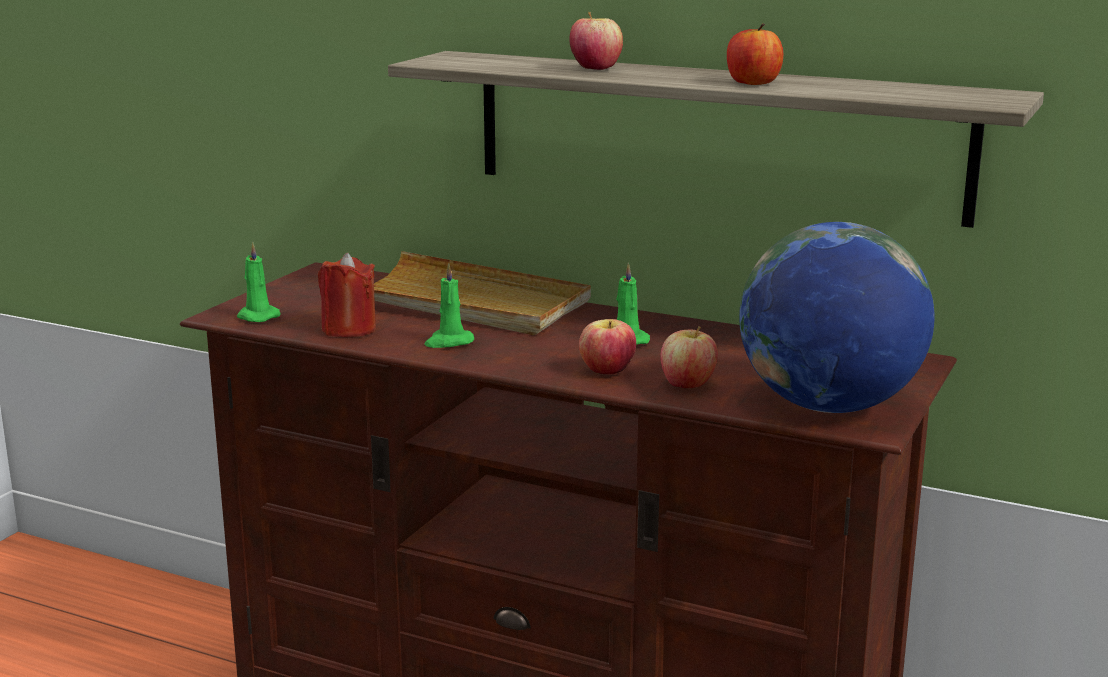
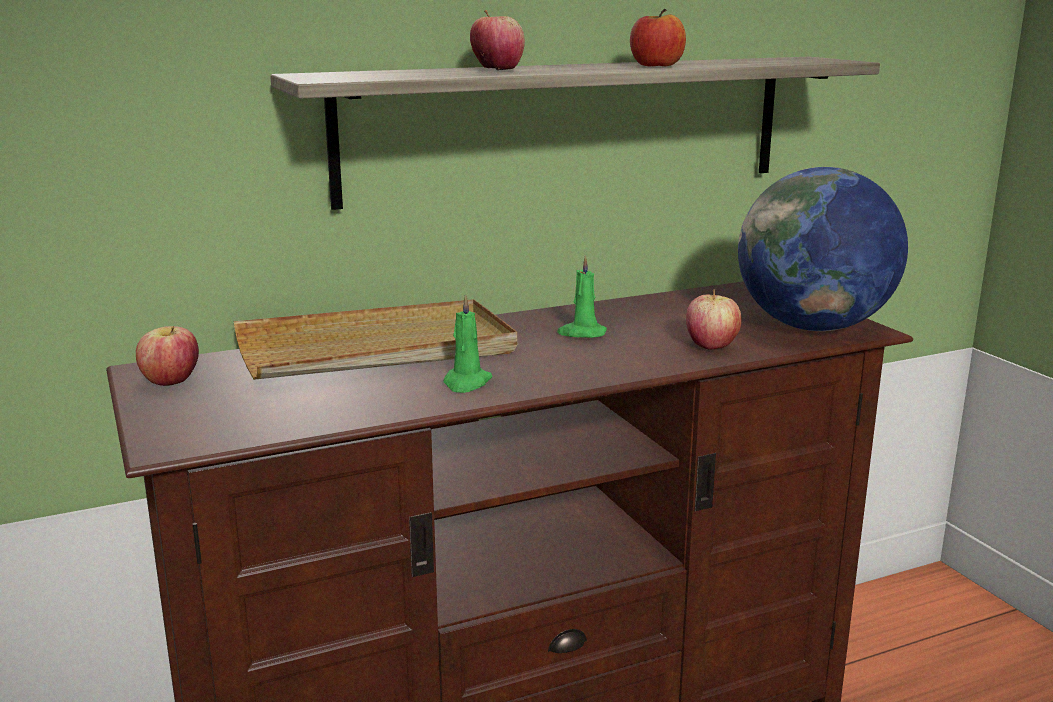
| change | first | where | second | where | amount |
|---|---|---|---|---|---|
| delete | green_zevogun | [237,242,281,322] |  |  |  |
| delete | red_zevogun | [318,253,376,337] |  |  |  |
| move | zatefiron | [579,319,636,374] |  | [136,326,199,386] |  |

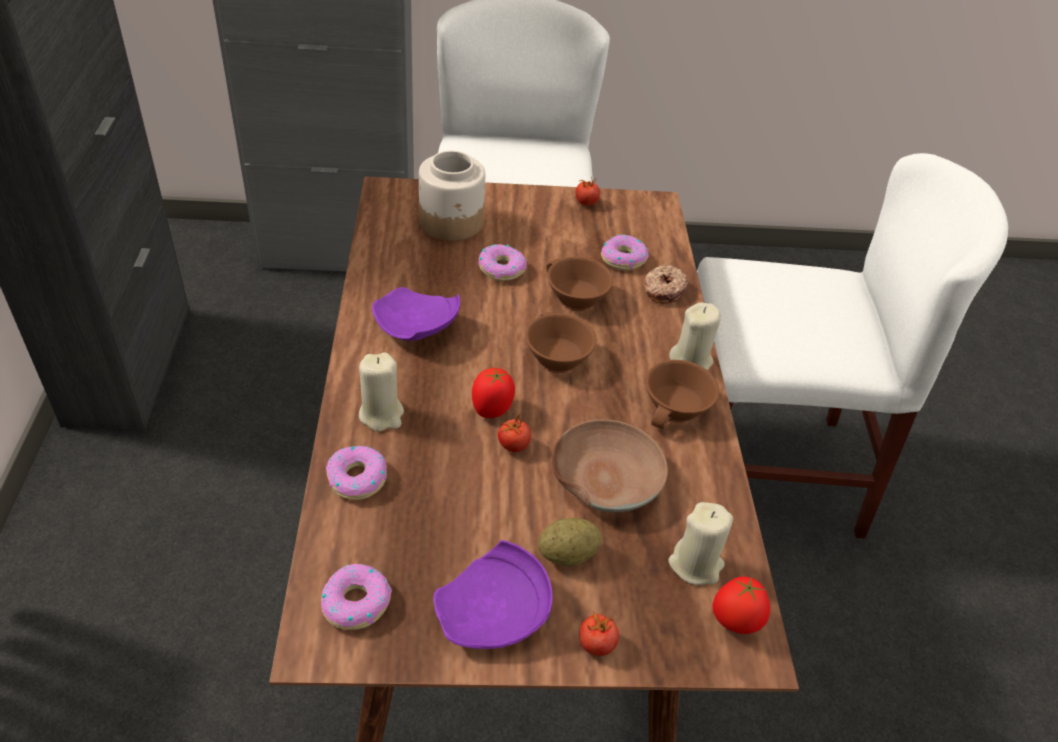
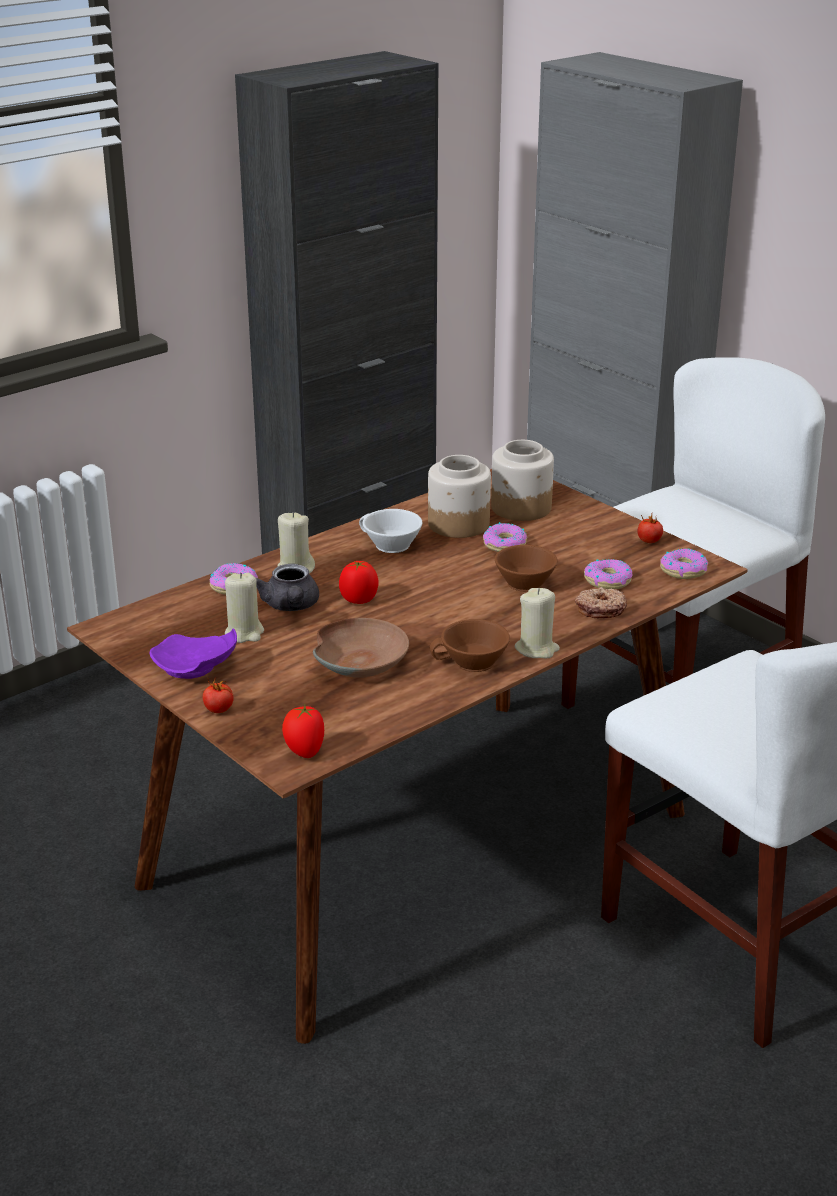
| change | first | where | second | where | amount |
|---|---|---|---|---|---|
| move | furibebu | [321,564,392,630] |  | [660,548,708,579] |  |
| replace | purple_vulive | [372,287,460,341] | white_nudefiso | [359,509,423,553] |  |
| delete | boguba | [498,413,531,452] |  |  |  |
| delete | brown_nudefiso | [525,312,596,373] |  |  |  |
| delete | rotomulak | [538,517,602,566] |  |  |  |
| move | beige_zevogun | [668,502,733,585] |  | [225,572,264,643] |  |
| insert |  |  | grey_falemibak | [256,564,319,611] |  |
| insert |  |  | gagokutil | [428,455,491,538] |  |

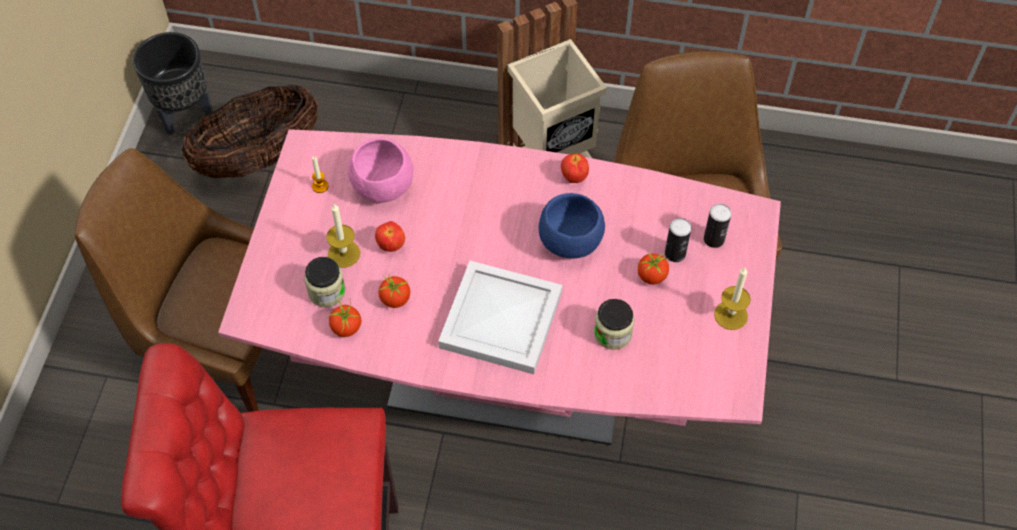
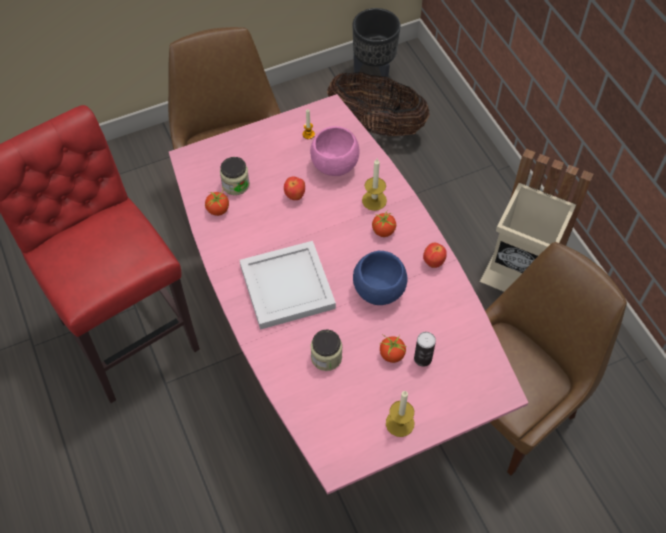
| change | first | where | second | where | amount |
|---|---|---|---|---|---|
| move | zevogun | [326,204,360,268] |  | [362,159,387,211] |  |
| move | boguba | [379,274,410,308] |  | [372,211,396,237] |  |
| delete | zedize | [704,204,731,248] |  |  |  |

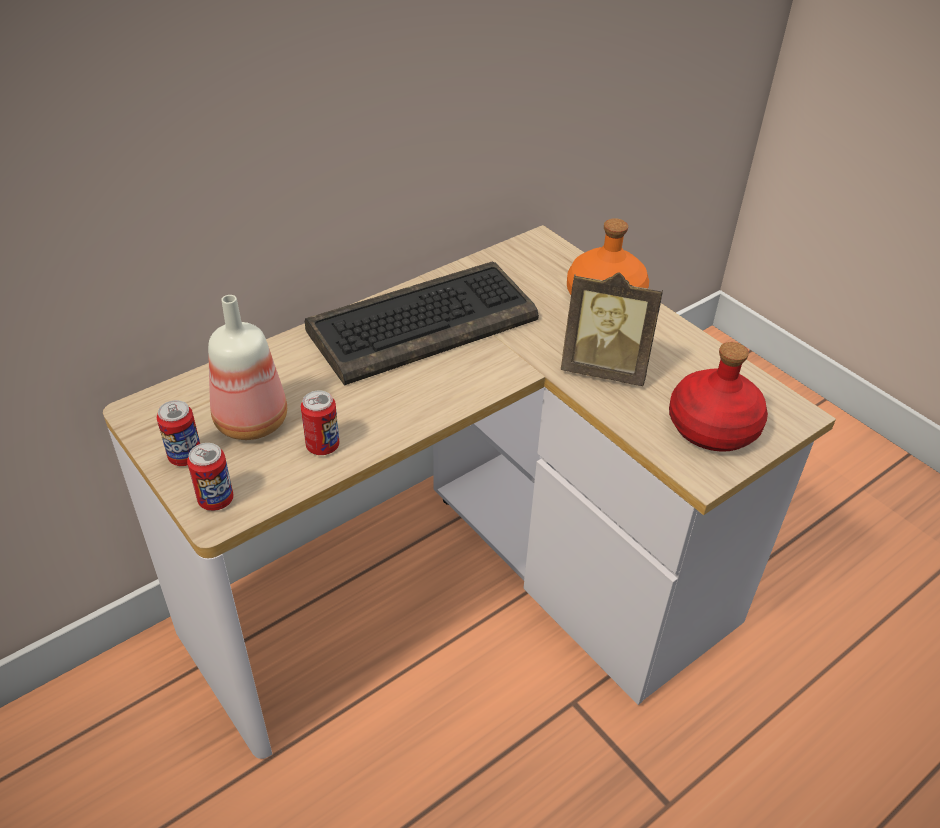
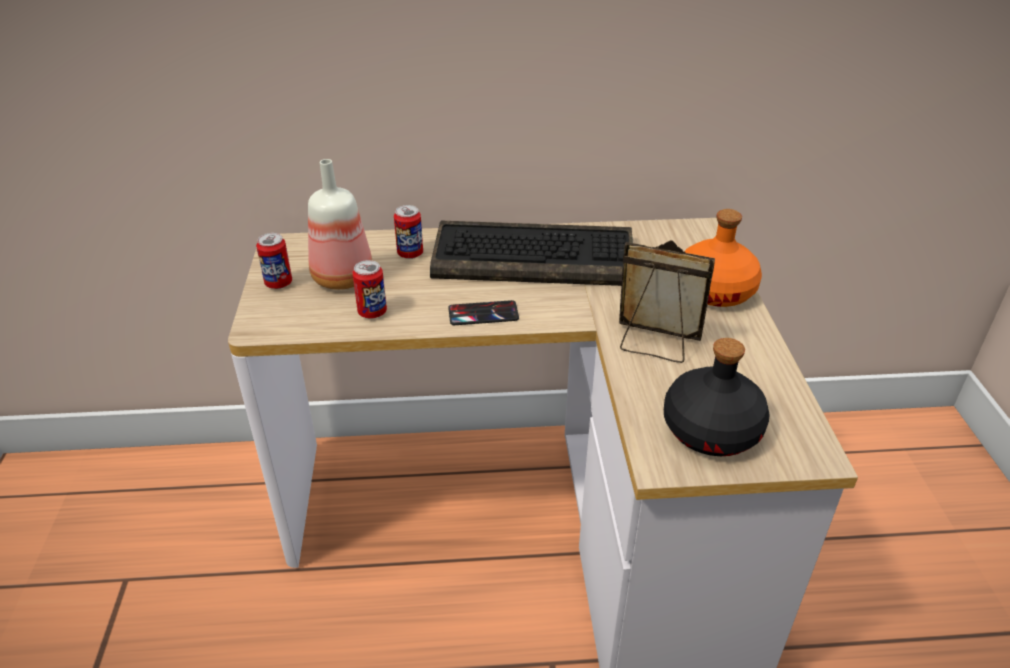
| change | first | where | second | where | amount |
|---|---|---|---|---|---|
| move | zedize | [187,443,234,511] |  | [394,205,423,259] |  |
| rotate | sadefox | [561,272,663,386] |  | [619,240,715,363] | 150 degrees clockwise |
| recolor | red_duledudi | [669,342,768,452] | black_duledudi | [664,338,770,456] |  |
| insert |  |  | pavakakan | [448,300,519,325] |  |

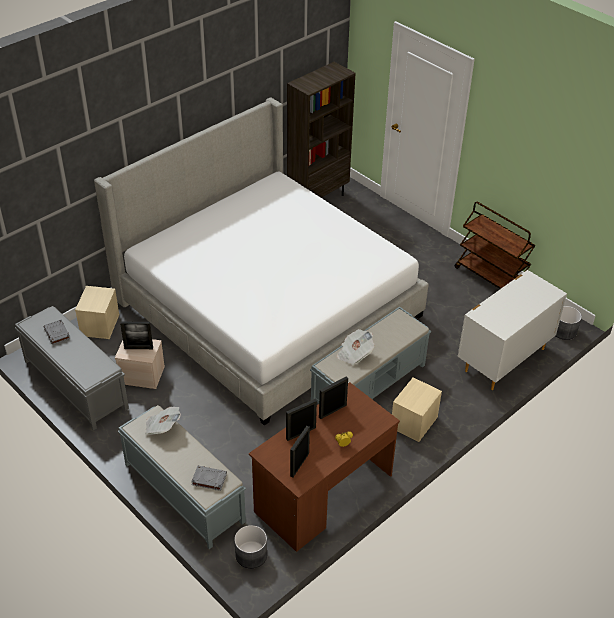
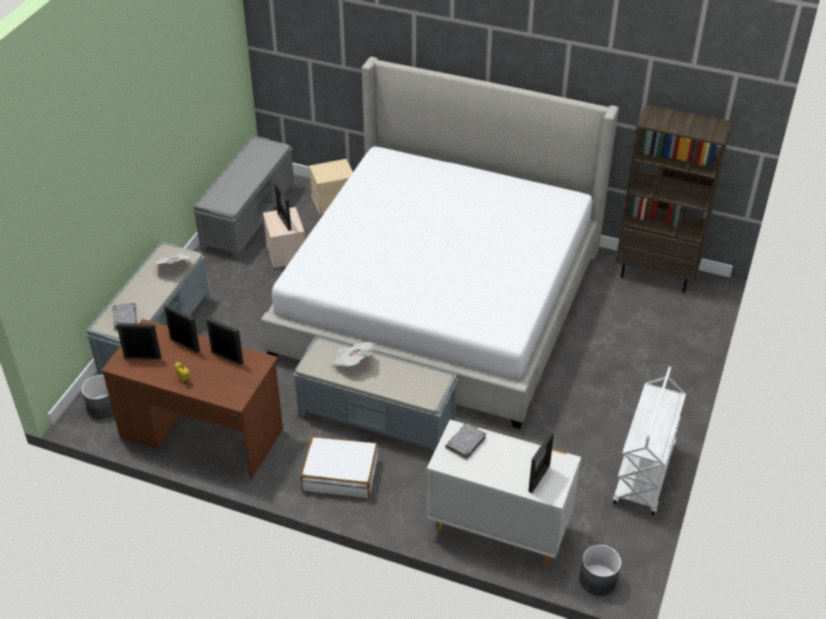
| change | first | where | second | where | amount |
|---|---|---|---|---|---|
| move | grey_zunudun | [43,320,70,345] |  | [445,423,487,460] |  |
| replace | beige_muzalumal | [392,377,442,442] | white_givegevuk | [301,437,378,498] |  |
| recolor | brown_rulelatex | [455,202,535,289] | white_rulelatex | [613,366,686,515] |  |
| insert |  |  | sadefox | [528,432,554,493] |  |

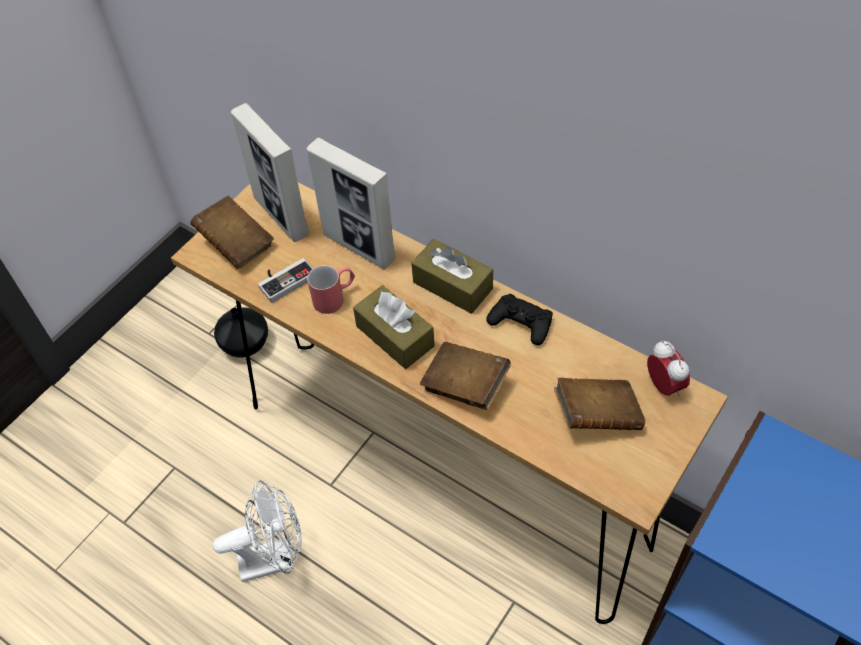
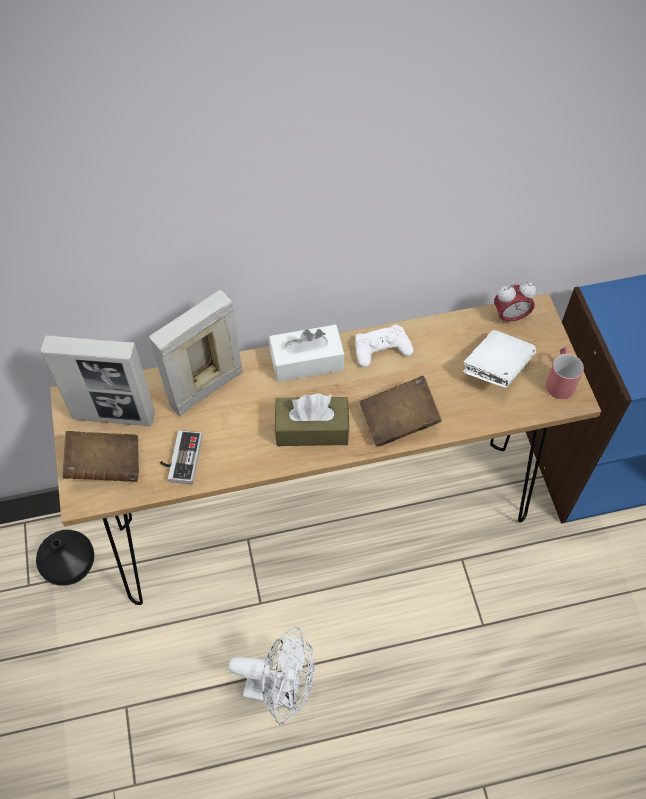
| change | first | where | second | where | amount |
|---|---|---|---|---|---|
| rotate | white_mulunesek | [213,480,302,582] |  | [229,626,314,725] | 75 degrees clockwise |
| rotate | sadefox | [307,138,396,269] |  | [149,290,243,416] | 150 degrees clockwise |
| move | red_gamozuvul | [307,265,355,314] |  | [546,347,584,399] |  |
| recolor | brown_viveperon | [411,239,493,314] | white_viveperon | [269,325,344,382] |  |
| recolor | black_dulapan | [486,294,553,345] | white_dulapan | [355,324,414,367] |  |
| recolor | brown_zunudun | [554,378,645,430] | white_zunudun | [463,330,536,388] |  |
| rotate | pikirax | [647,341,690,396] |  | [494,282,536,324] | 150 degrees clockwise |

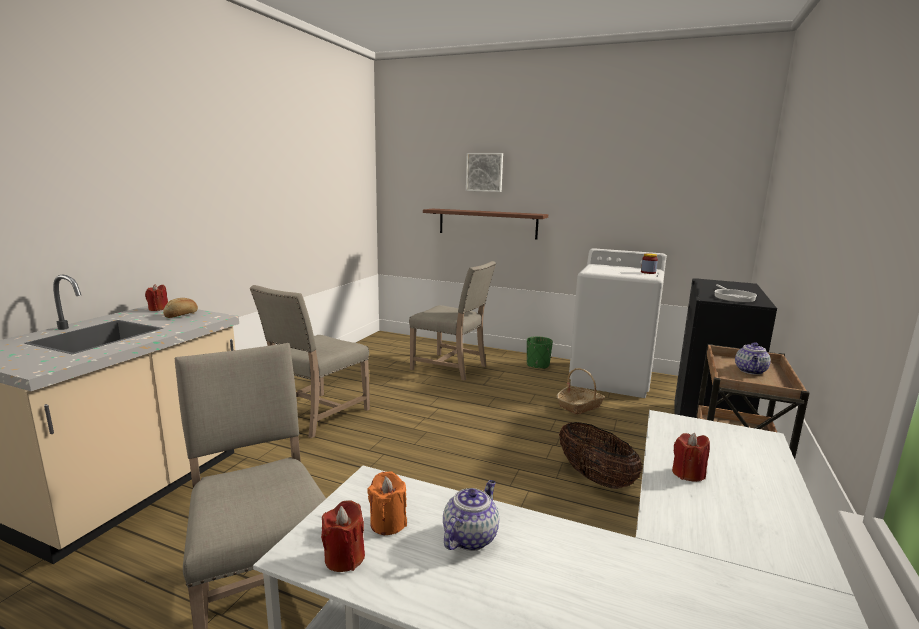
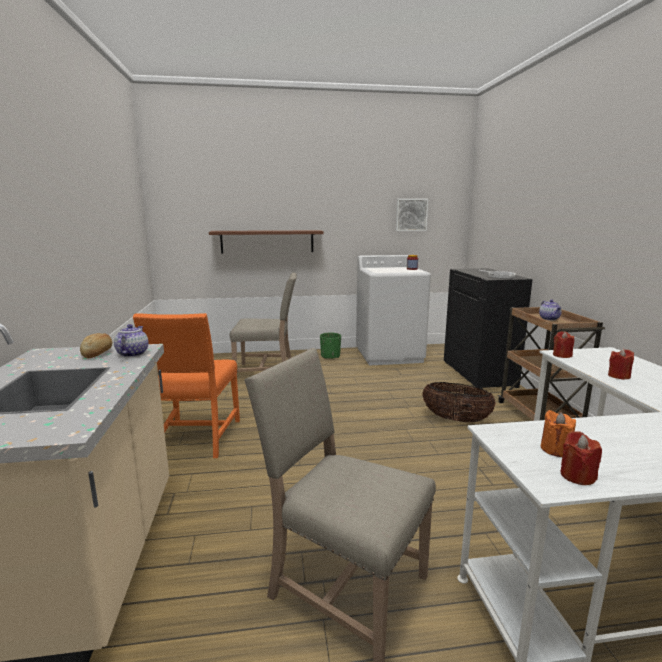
| change | first | where | second | where | amount |
|---|---|---|---|---|---|
| move | red_zevogun | [145,284,168,311] |  | [553,331,574,358] |  |
| recolor | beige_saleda | [250,285,370,438] | orange_saleda | [133,313,240,458] |  |
| move | falemibak | [443,480,499,551] |  | [114,324,148,357] |  |
| move | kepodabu | [466,153,503,192] |  | [396,199,428,231] |  |
| delete | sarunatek | [557,368,605,415] |  |  |  |

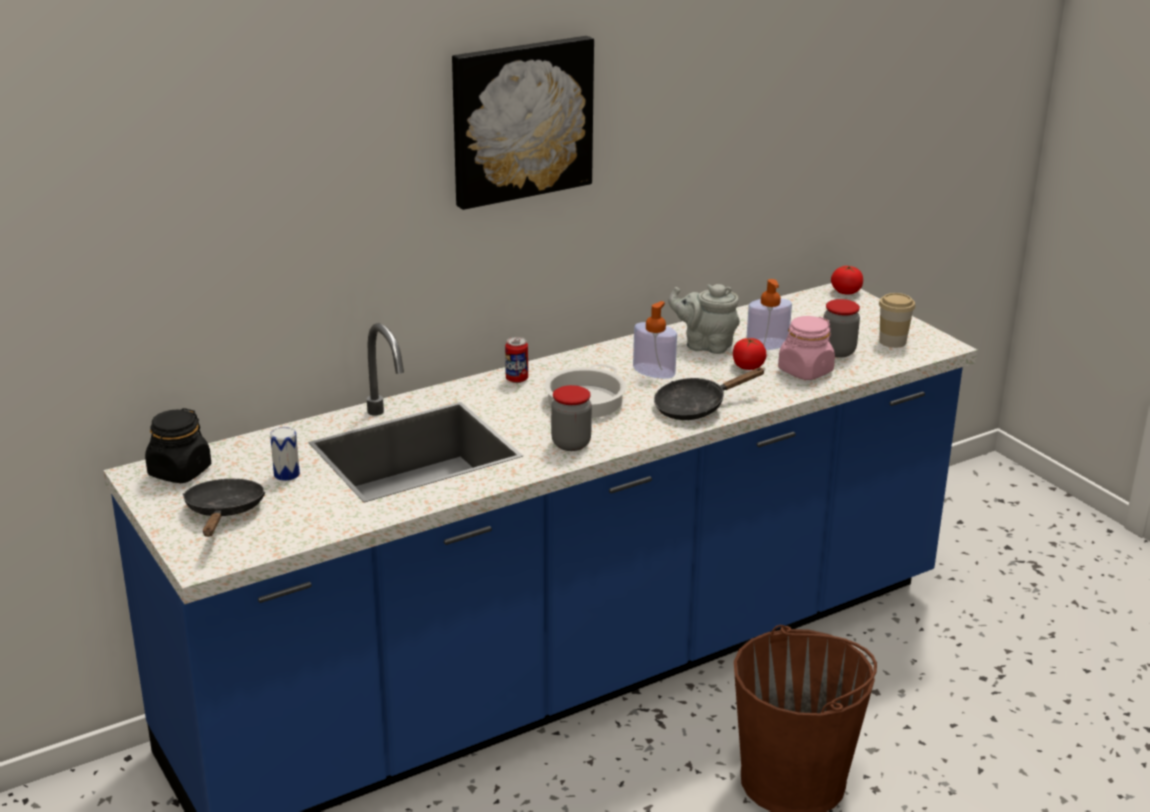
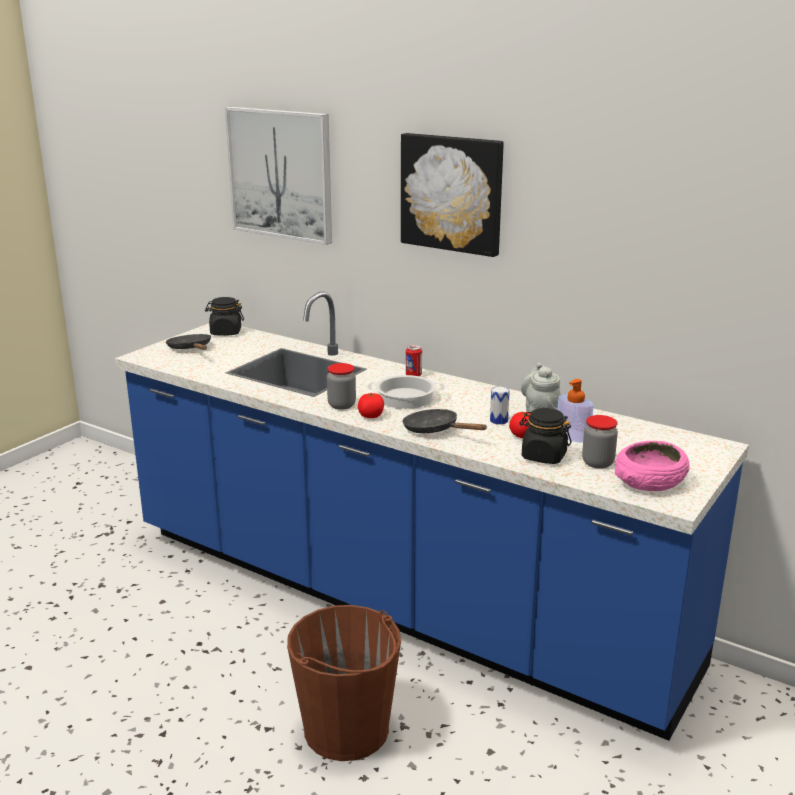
| change | first | where | second | where | amount |
|---|---|---|---|---|---|
| rotate | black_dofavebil | [183,479,265,537] |  | [166,334,211,350] | 90 degrees counterclockwise |
| move | zedize | [270,427,300,481] |  | [490,386,510,425] |  |
| delete | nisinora | [633,301,677,379] |  |  |  |
| recolor | pink_gagokutil | [778,316,835,380] | black_gagokutil | [519,408,571,464] |  |
| move | boguba | [831,266,863,295] |  | [358,393,384,418] |  |
| replace | nudefiso | [879,293,915,348] | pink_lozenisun | [615,441,690,491] |  |
| insert |  |  | kepodabu | [225,107,332,245] |  |

